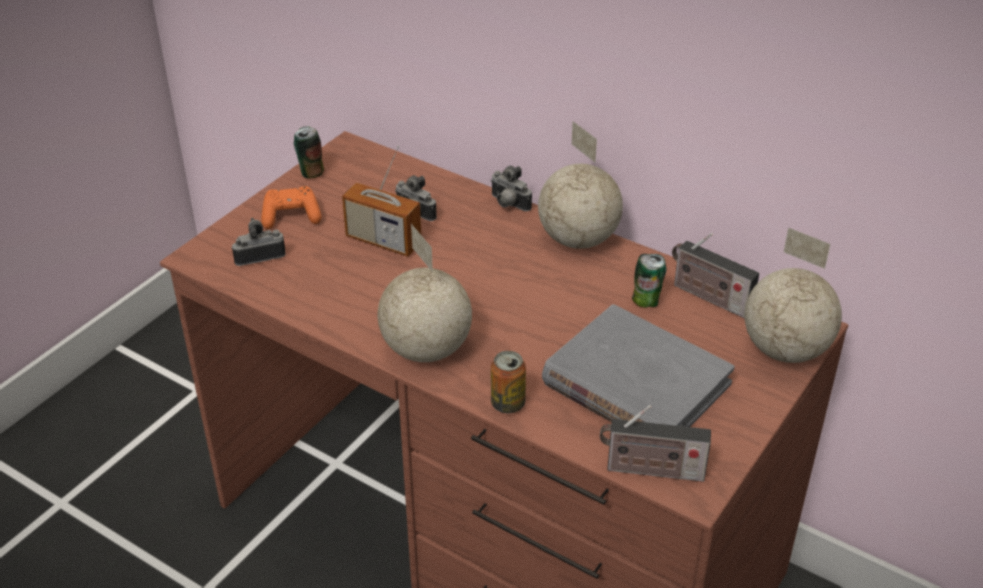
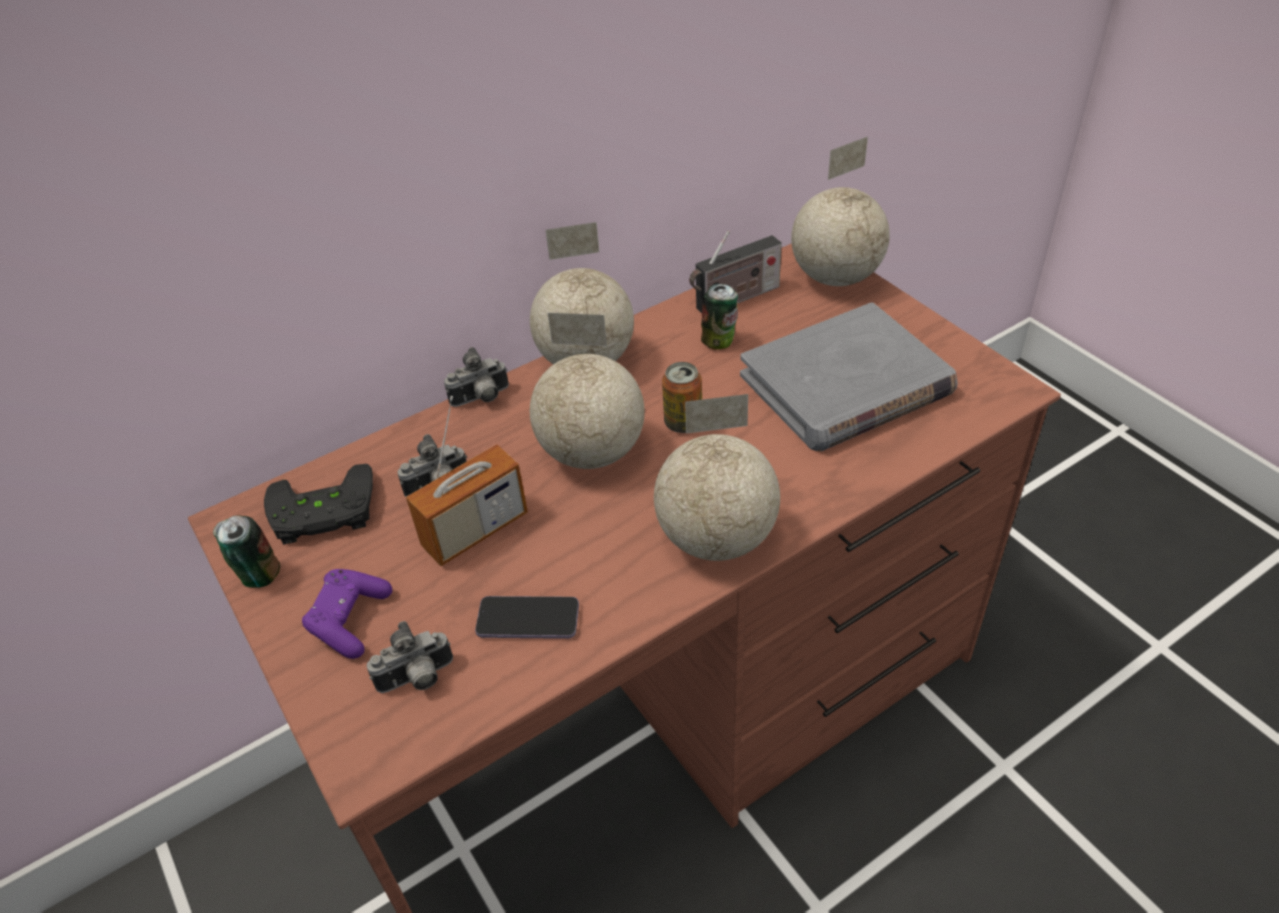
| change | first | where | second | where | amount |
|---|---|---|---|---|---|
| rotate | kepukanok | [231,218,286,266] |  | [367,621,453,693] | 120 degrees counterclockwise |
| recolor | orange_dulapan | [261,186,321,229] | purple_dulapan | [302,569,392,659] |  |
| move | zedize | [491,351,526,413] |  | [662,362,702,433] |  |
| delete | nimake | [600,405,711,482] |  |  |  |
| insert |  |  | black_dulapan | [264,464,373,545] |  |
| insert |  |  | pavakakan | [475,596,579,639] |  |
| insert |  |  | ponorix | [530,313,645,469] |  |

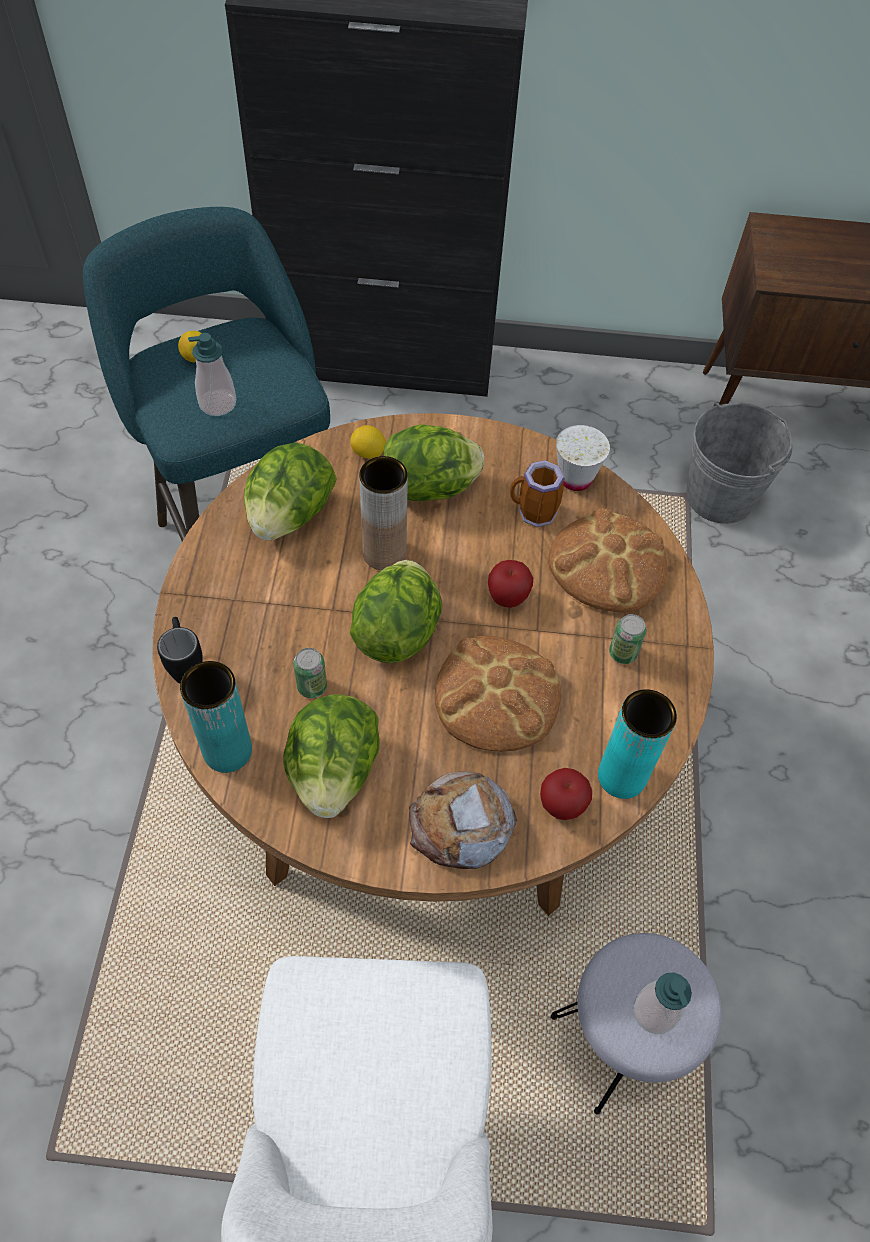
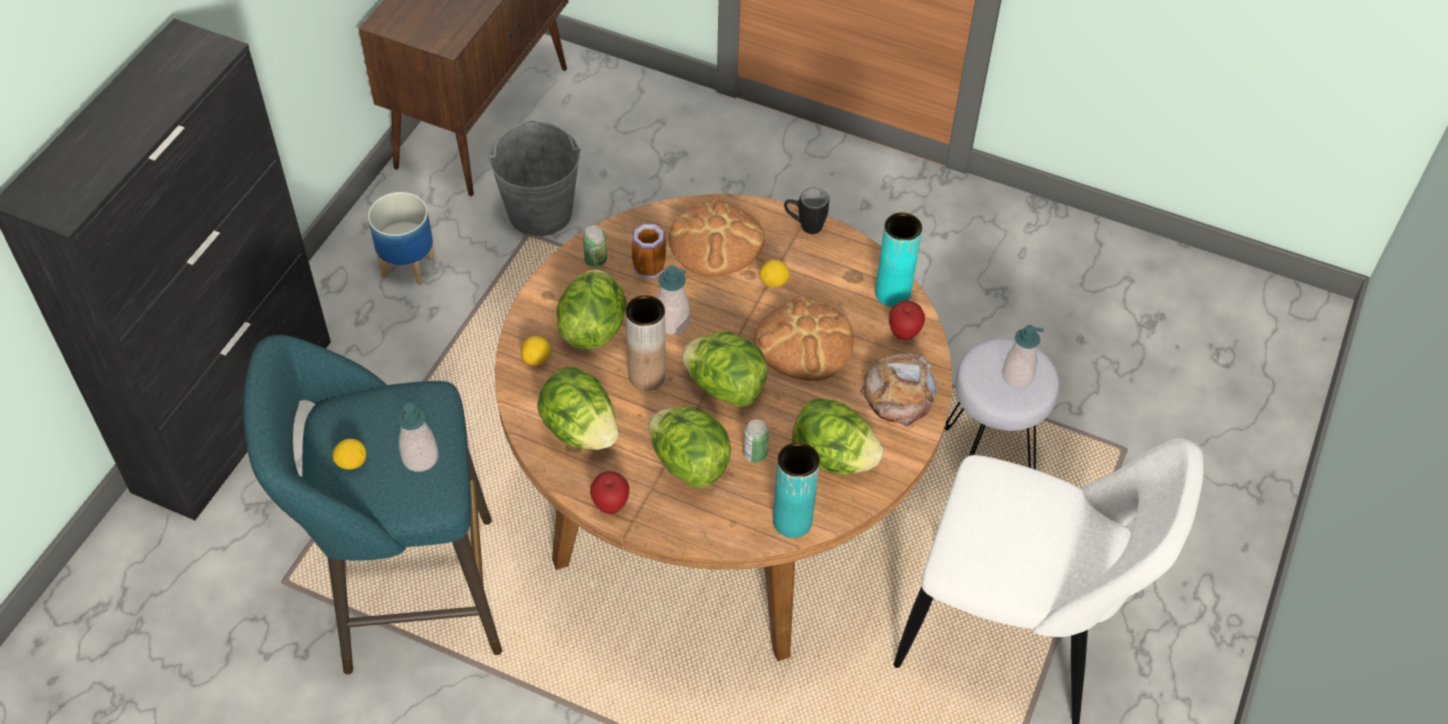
| change | first | where | second | where | amount |
|---|---|---|---|---|---|
| move | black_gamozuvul | [157,617,203,684] |  | [784,188,829,234] |  |
| move | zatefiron | [488,560,533,608] |  | [590,471,629,514] |  |
| delete | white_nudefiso | [556,425,610,491] |  |  |  |
| move | zedize | [609,614,647,664] |  | [583,225,607,267] |  |
| insert |  |  | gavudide | [368,192,435,285] |  |
| insert |  |  | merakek | [648,406,731,488] |  |
| insert |  |  | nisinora | [657,265,690,334] |  |
| insert |  |  | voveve | [759,259,790,287] |  |

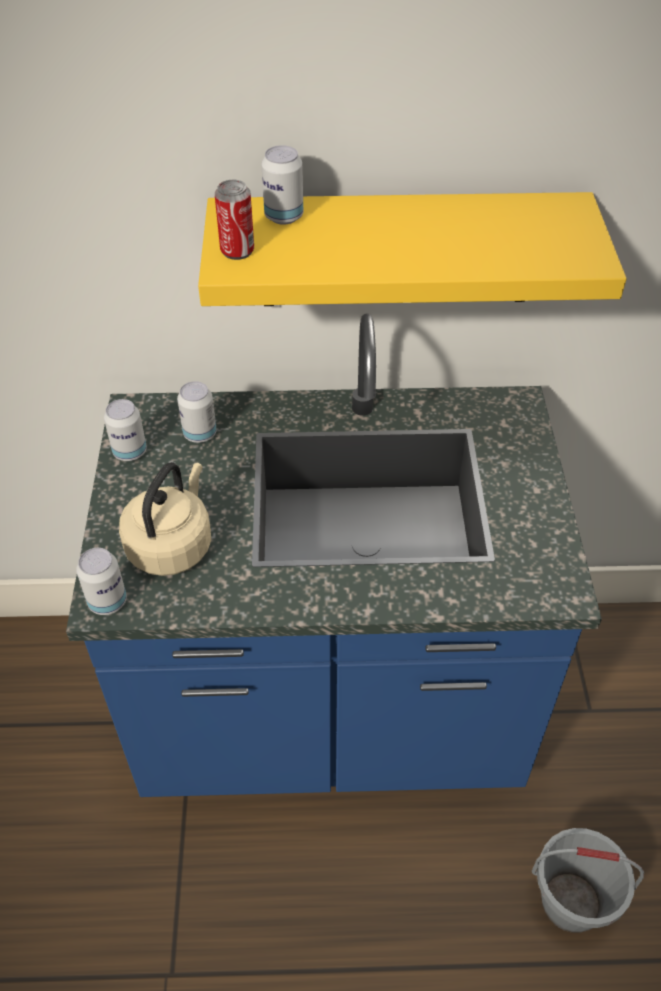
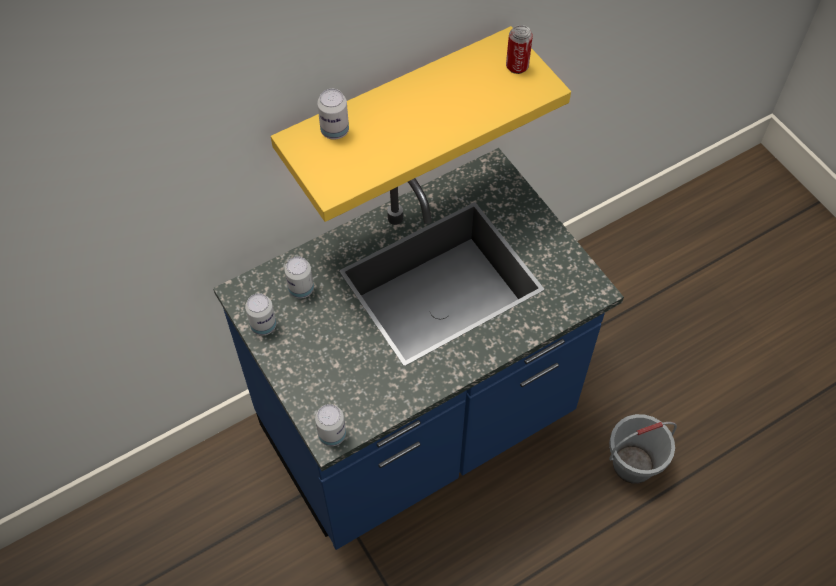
| change | first | where | second | where | amount |
|---|---|---|---|---|---|
| delete | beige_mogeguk | [119,462,211,576] |  |  |  |
| move | zedize | [215,180,254,260] |  | [506,25,533,74] |  |

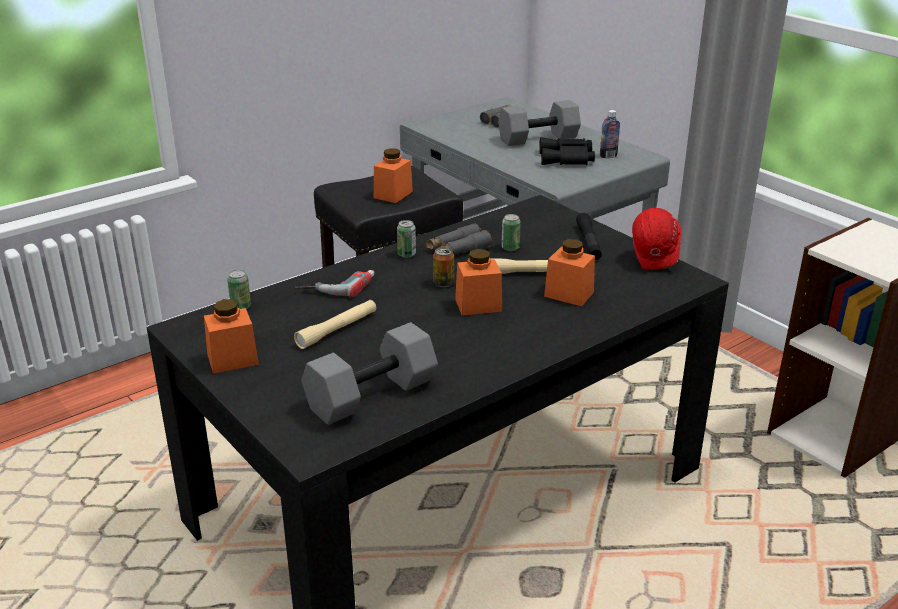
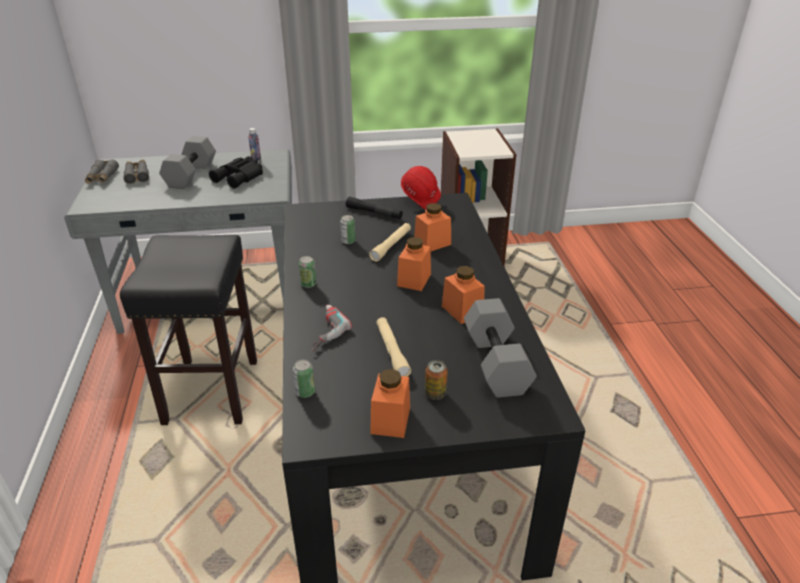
| change | first | where | second | where | amount |
|---|---|---|---|---|---|
| move | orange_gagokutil | [374,148,413,203] |  | [442,266,485,324] |  |
| move | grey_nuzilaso | [426,223,492,254] |  | [85,160,119,183] |  |
| move | zedize | [433,247,454,287] |  | [425,360,448,400] |  |

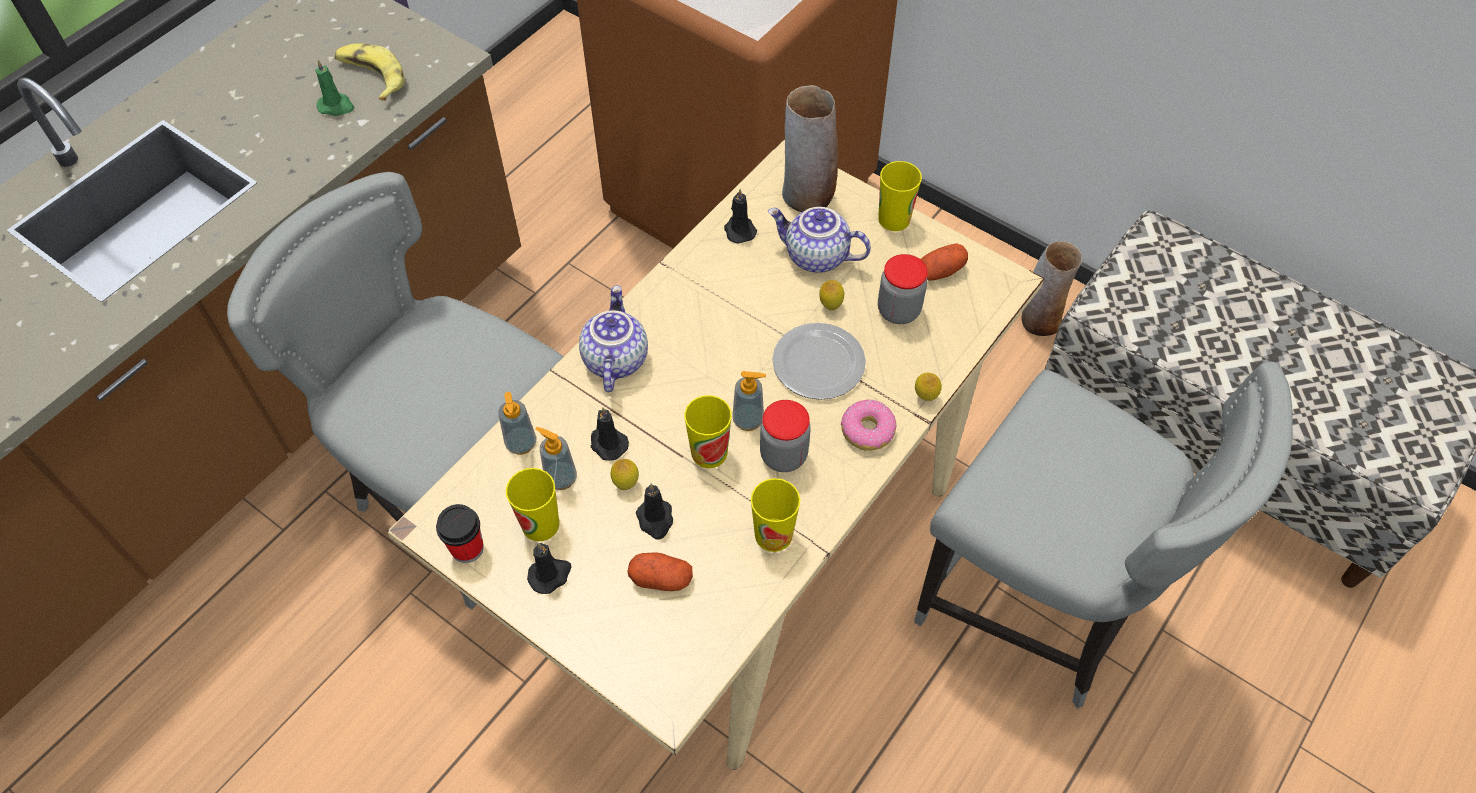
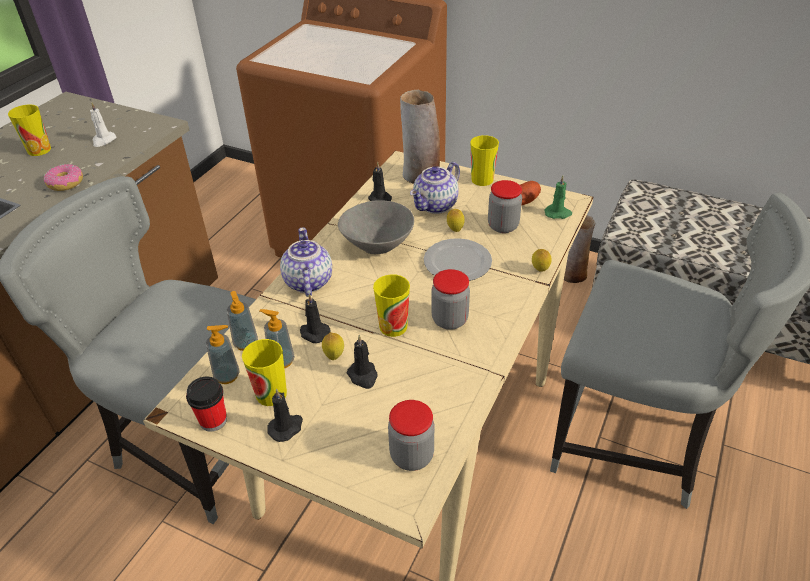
| change | first | where | second | where | amount |
|---|---|---|---|---|---|
| move | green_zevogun | [315,60,354,116] |  | [545,176,572,219] |  |
| replace | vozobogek | [335,43,405,101] | white_zevogun | [90,102,116,147] |  |
| delete | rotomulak | [627,552,693,591] |  |  |  |
| move | nisinora | [732,371,766,431] |  | [206,325,240,384] |  |
| move | nudefiso | [751,478,800,552] |  | [8,104,51,156] |  |
| rotate | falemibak | [768,207,871,273] |  | [410,162,460,214] | 60 degrees counterclockwise |
| move | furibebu | [841,400,896,451] |  | [44,164,83,191] |  |
| insert |  |  | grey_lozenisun | [338,200,414,254] |  |
| insert |  |  | gagokutil | [388,400,434,471] |  |

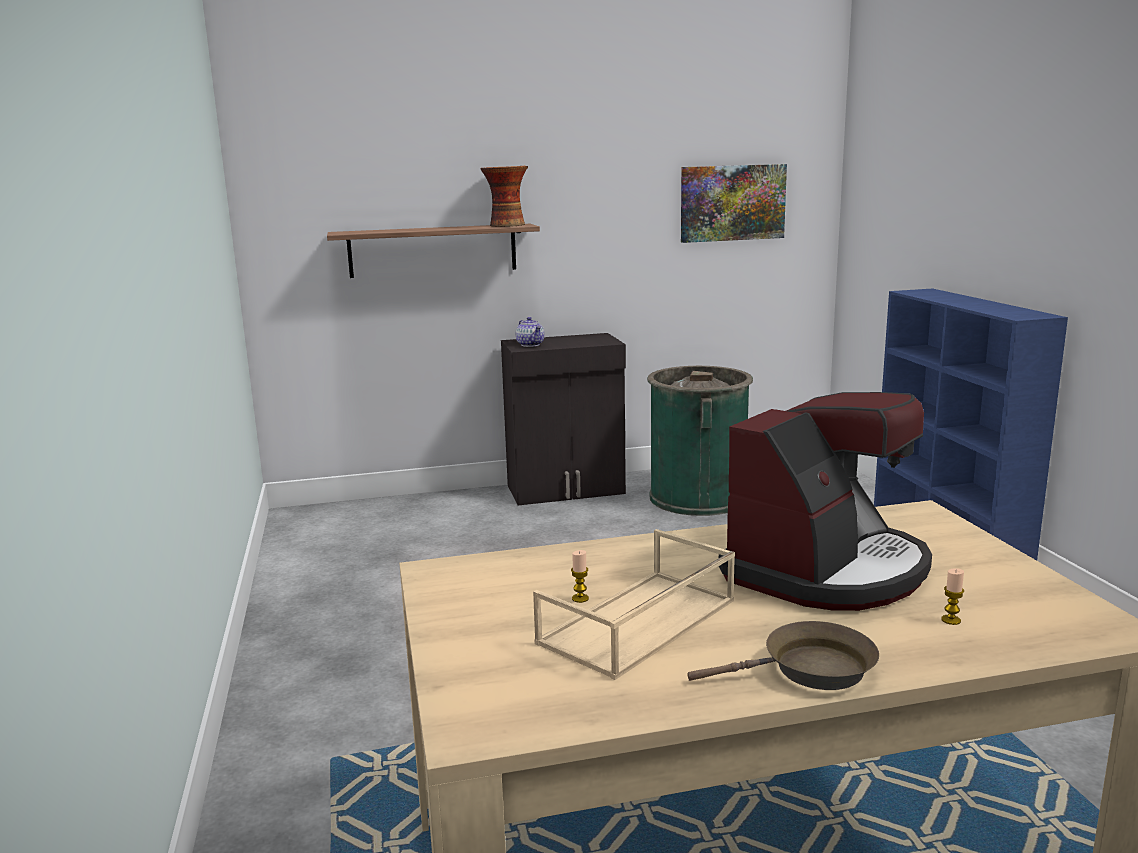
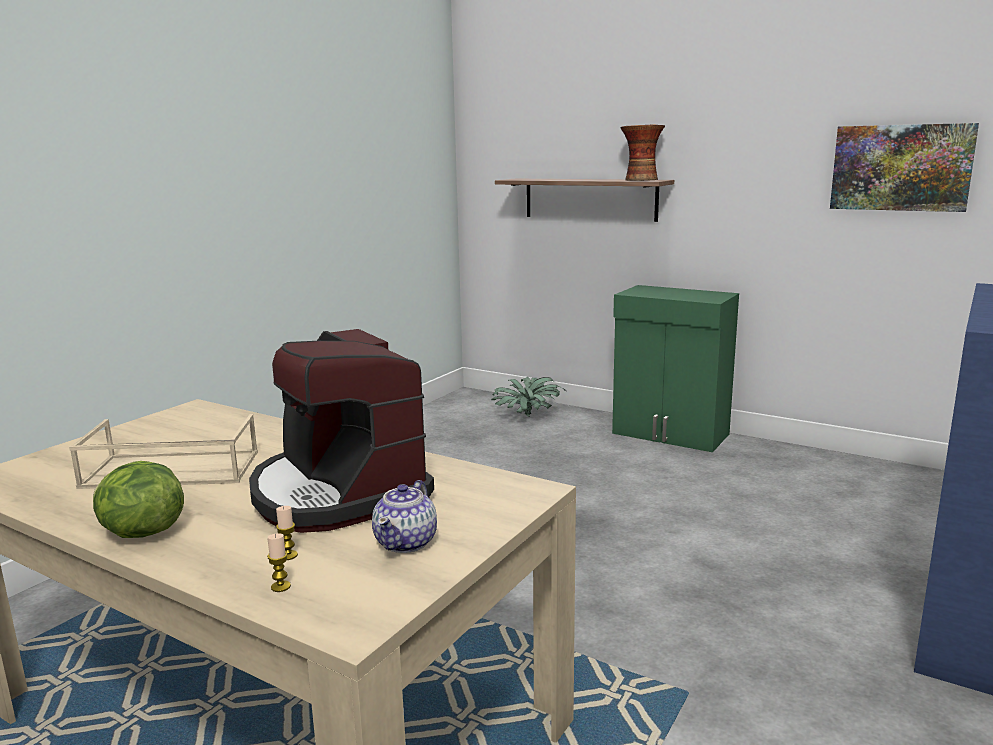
| change | first | where | second | where | amount |
|---|---|---|---|---|---|
| recolor | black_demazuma | [501,333,626,505] | green_demazuma | [612,285,739,452] |  |
| move | falemibak | [516,317,545,347] |  | [372,480,437,553] |  |
| move | zevogun | [571,550,589,603] |  | [267,533,291,592] |  |
| delete | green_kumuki | [647,366,753,516] |  |  |  |
| replace | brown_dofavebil | [687,621,879,690] | merakek | [93,461,184,538] |  |
| rotate | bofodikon | [719,392,932,611] |  | [249,329,434,533] | 60 degrees clockwise |
| insert |  |  | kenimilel | [491,377,566,417] |  |

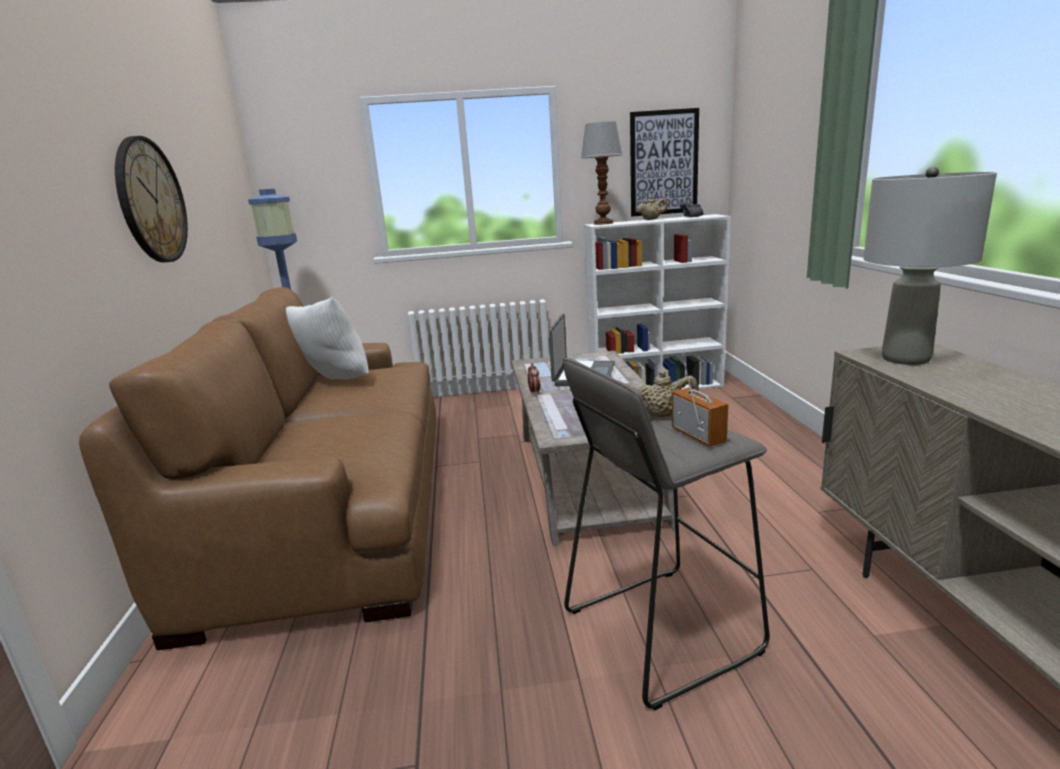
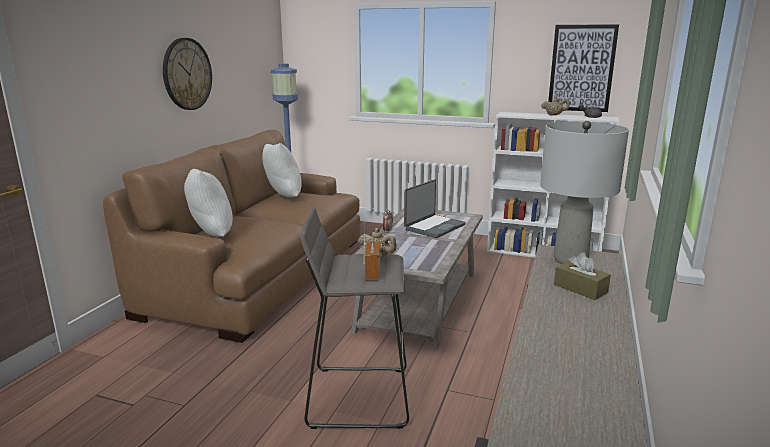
| change | first | where | second | where | amount |
|---|---|---|---|---|---|
| delete | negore | [581,121,622,225] |  |  |  |
| insert |  |  | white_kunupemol | [184,169,233,237] |  |
| insert |  |  | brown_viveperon | [554,252,611,300] |  |

